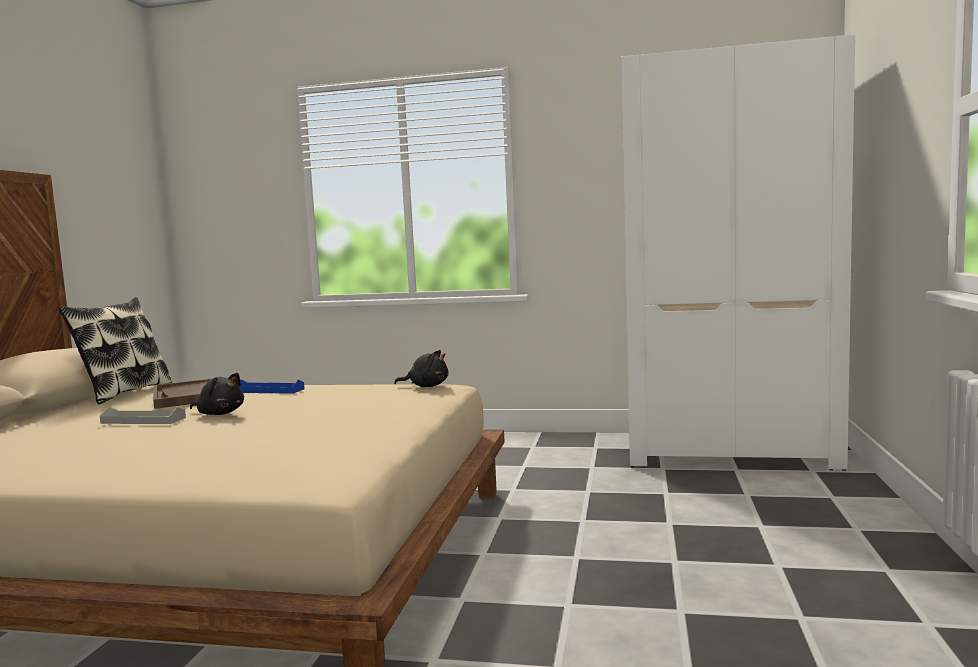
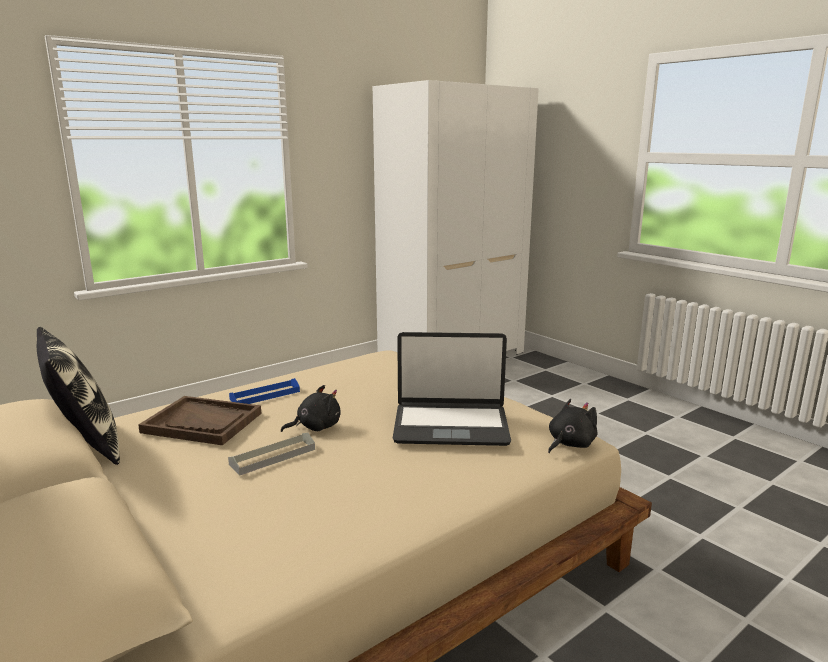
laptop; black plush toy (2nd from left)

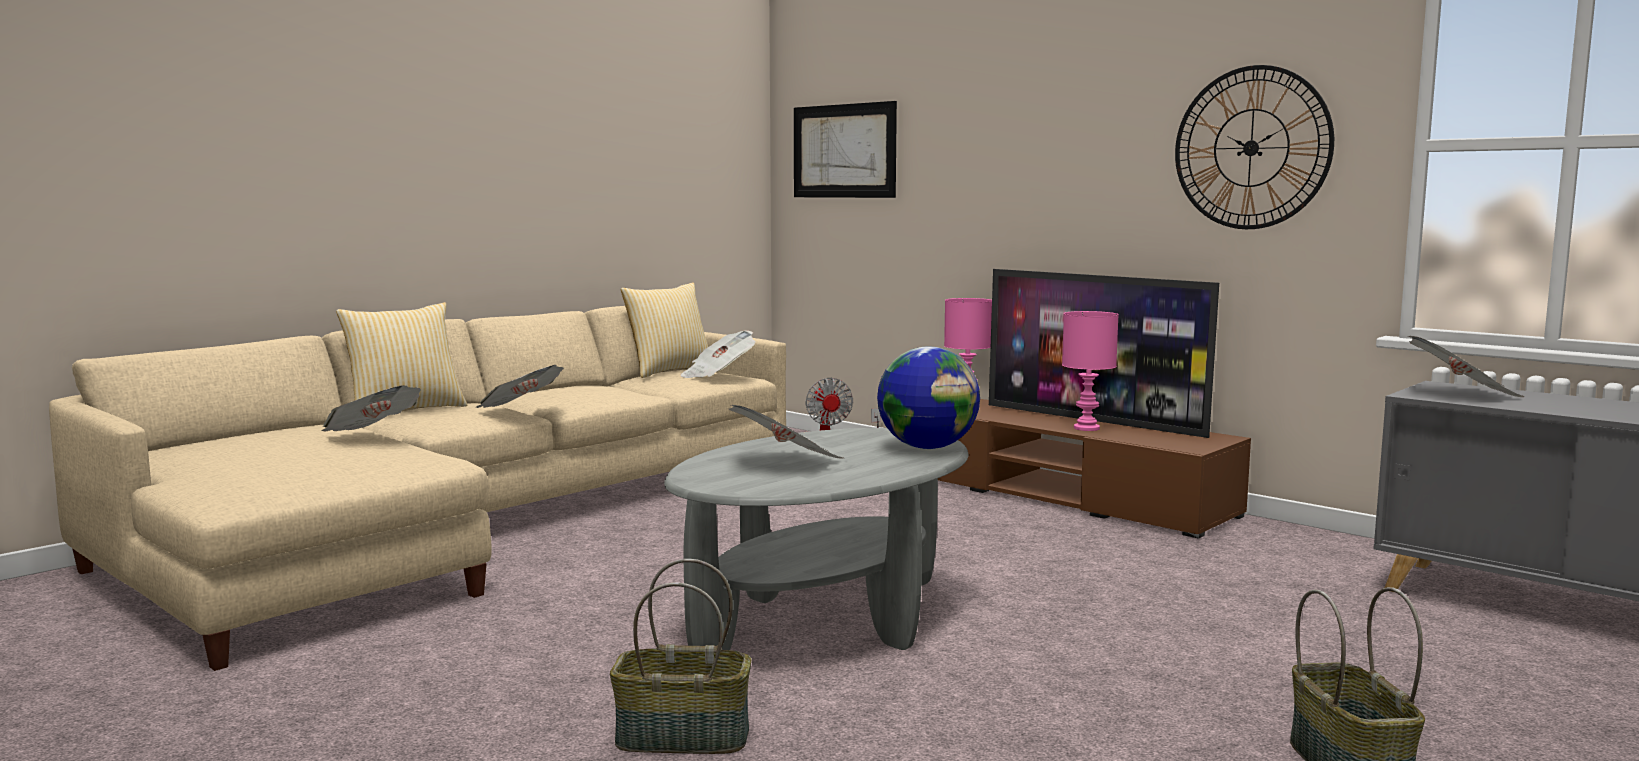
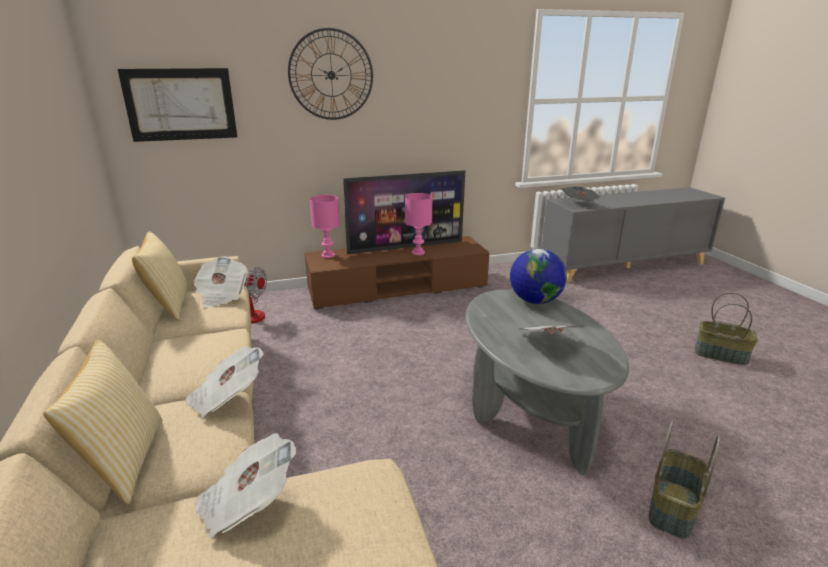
clock on the wall

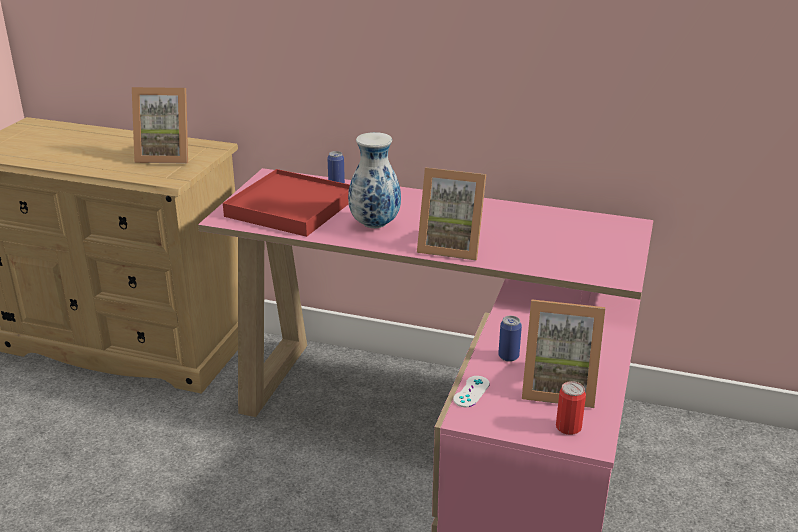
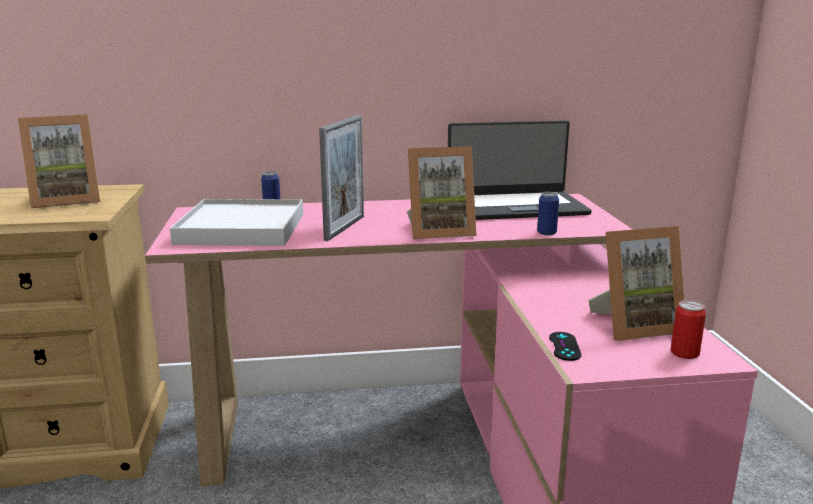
white serving tray; photo frame (2nd from left); laptop; sealed can (2nd from left); black gamepad

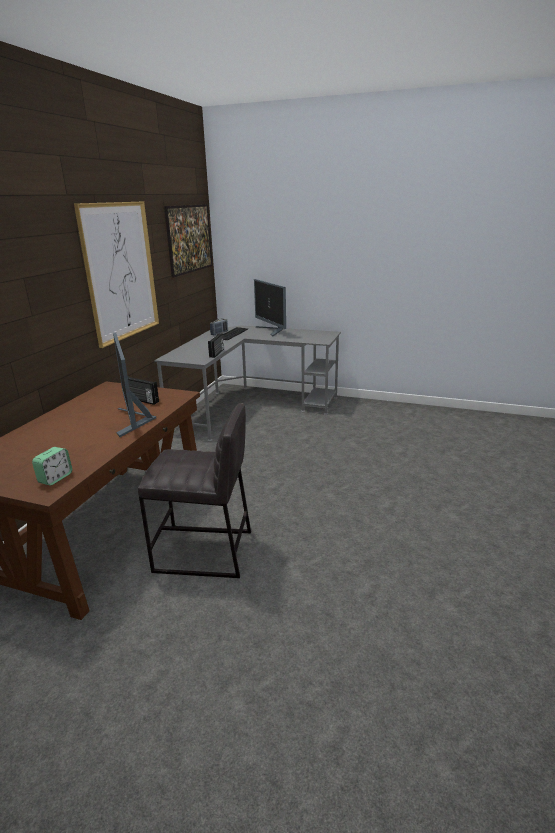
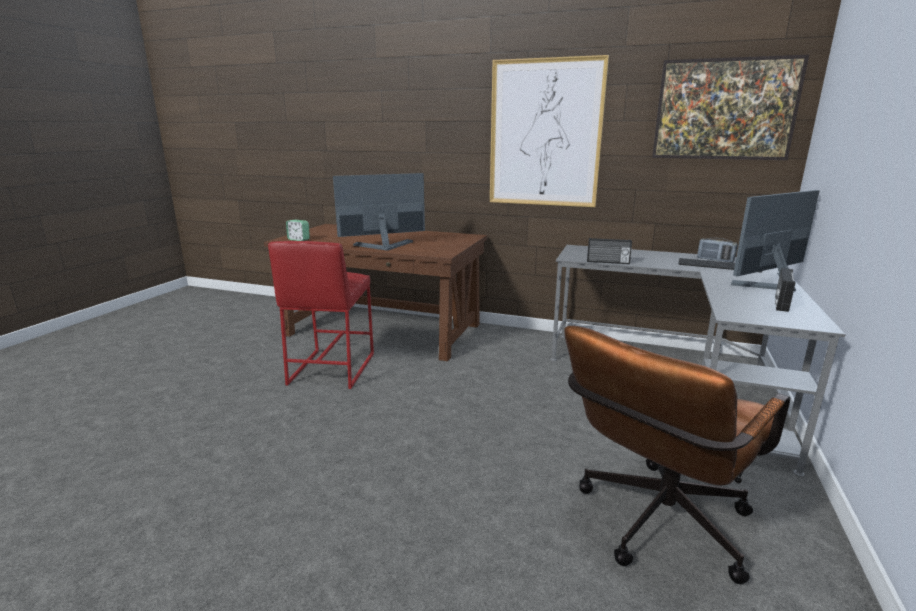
reddish stool; brownish office chair; radio (3rd from left)

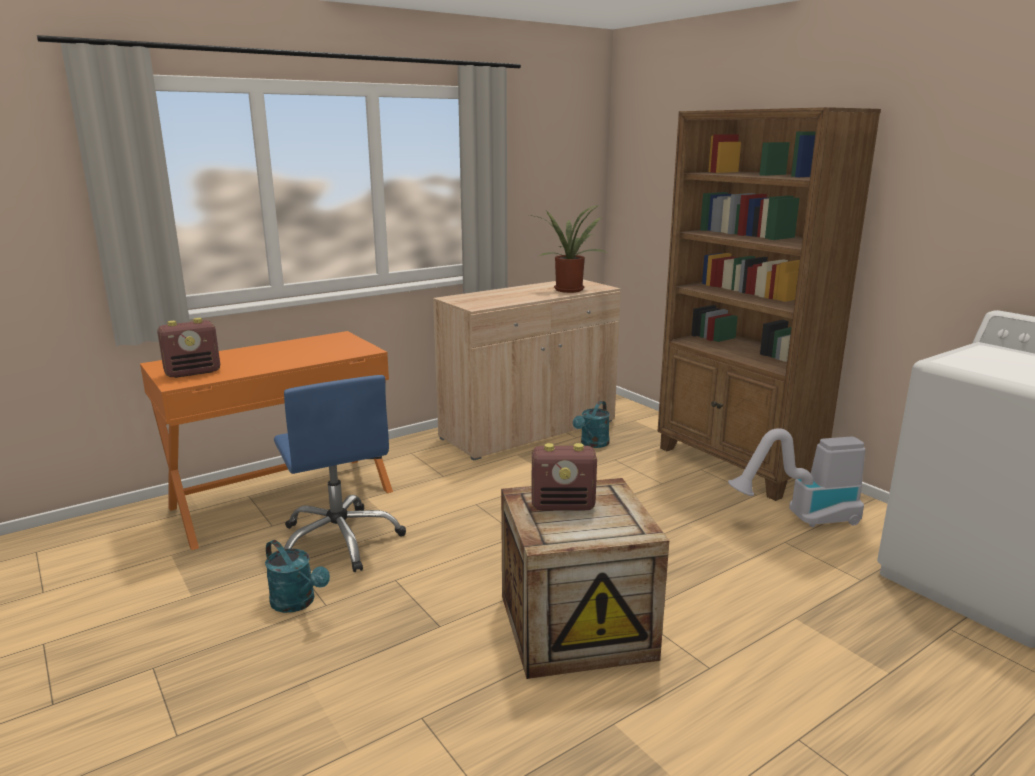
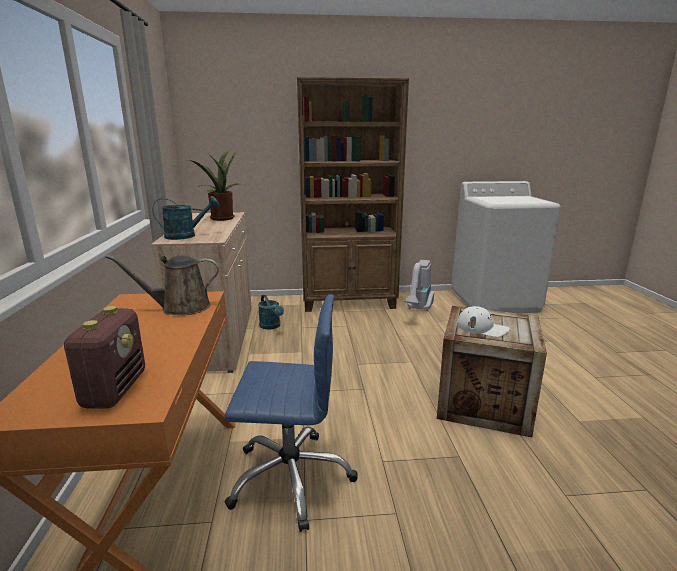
brownish watering can; blue-green watering can (1st from left); white peaked cap

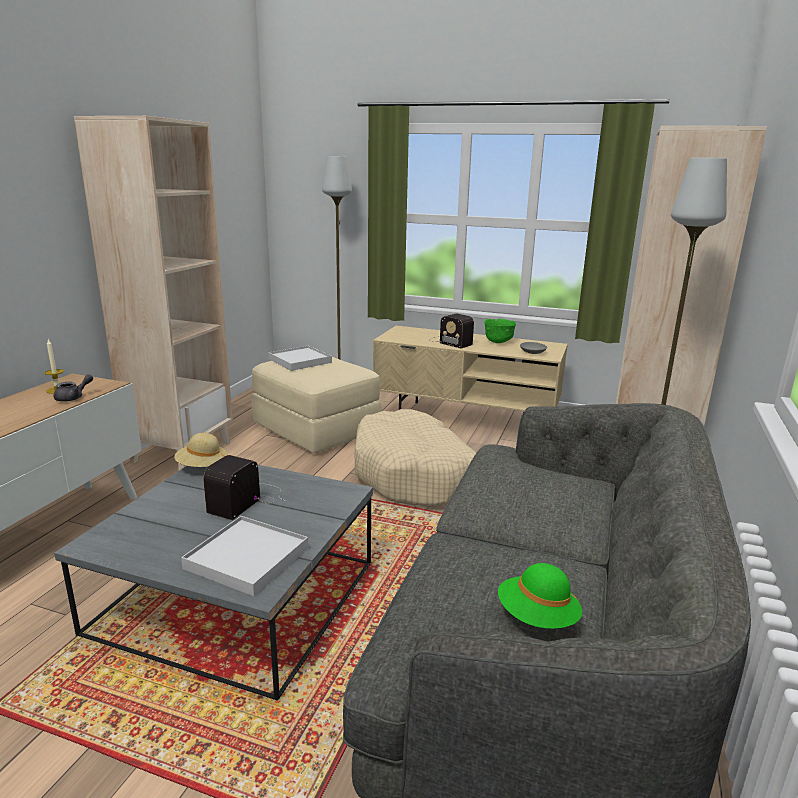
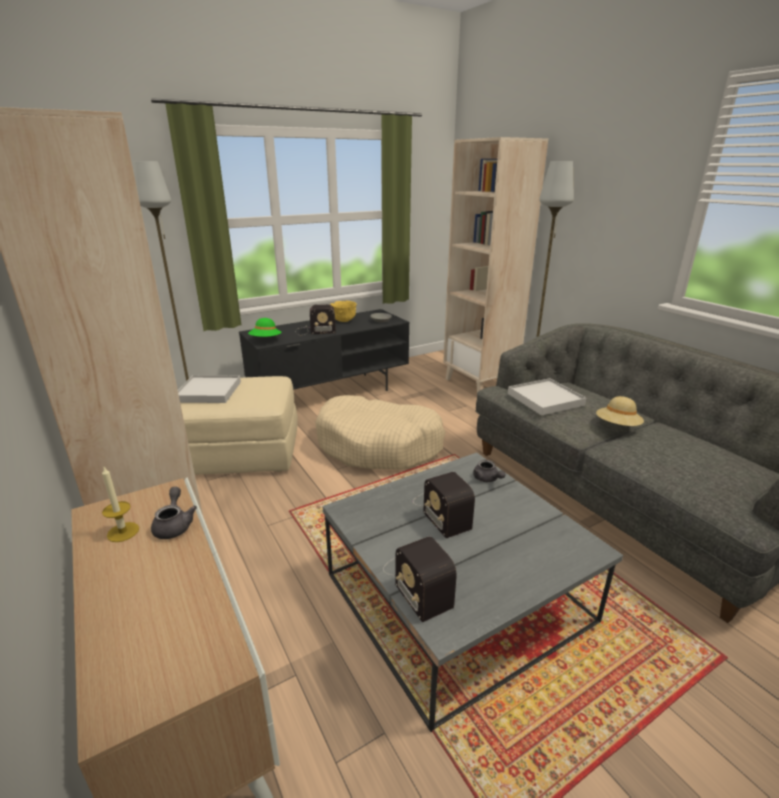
black media console; greenish clothing hat; yellowish serving bowl; radio (2nd from left); grey pot for tea (2nd from left); white serving tray (2nd from left); beige clothing hat

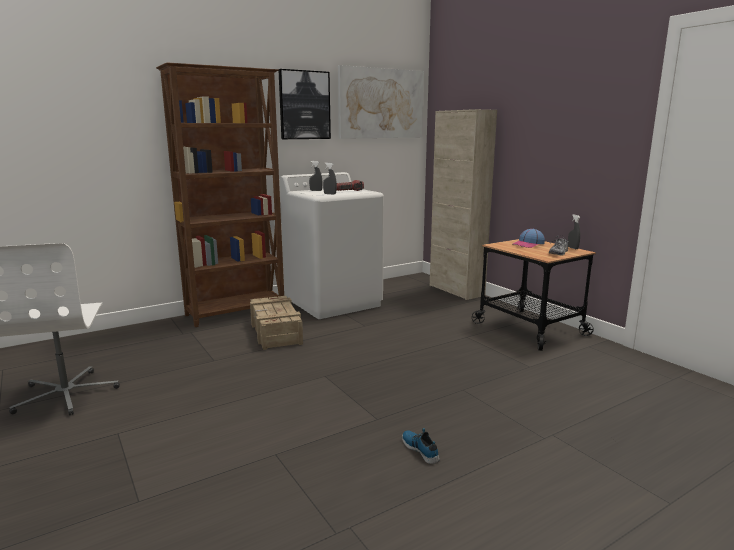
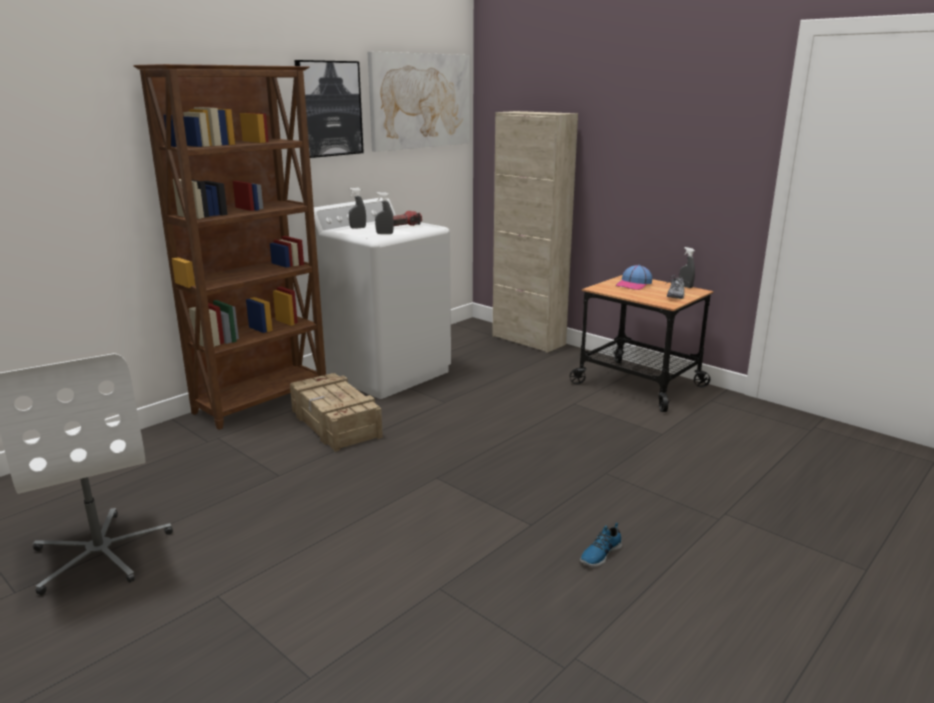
shoe (1st from left)

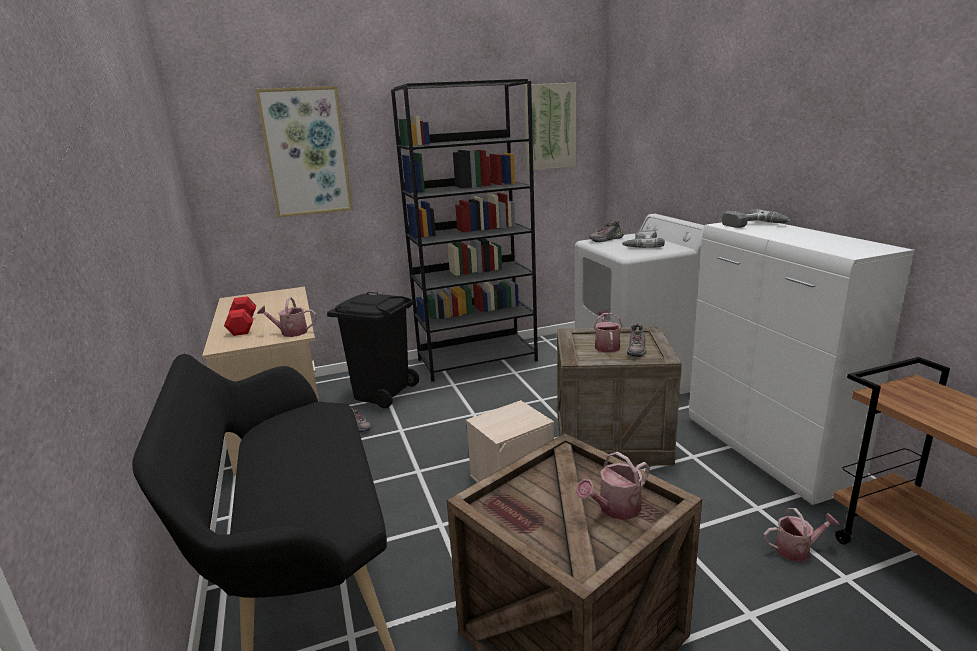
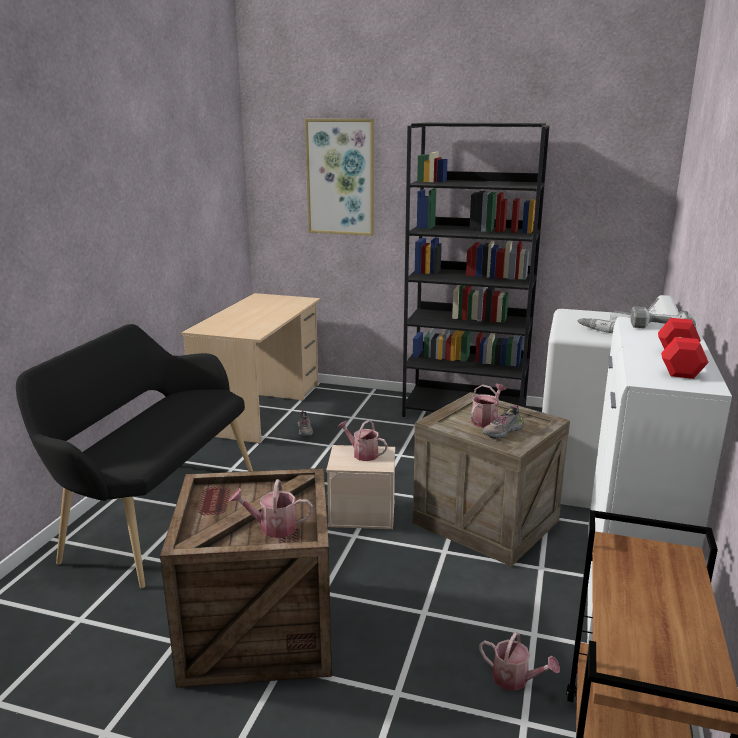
watering can (2nd from left); reddish free weight; black waste bin; wall art (2nd from left in the first image); shoe (2nd from left in the first image)

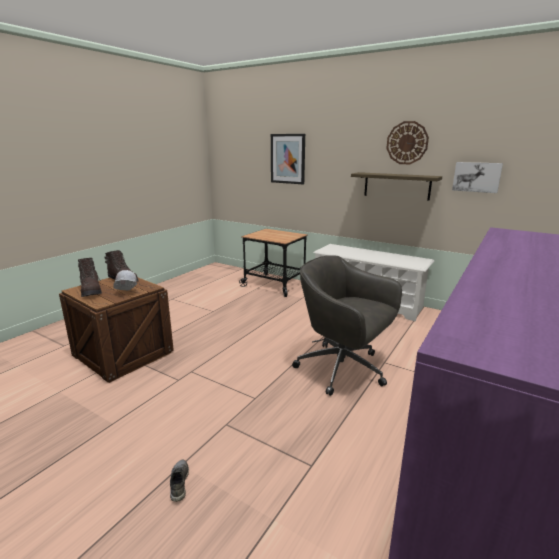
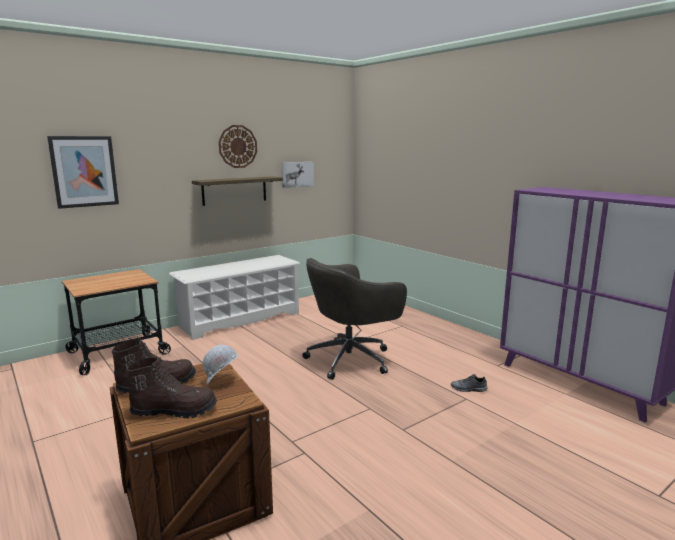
grey shoe

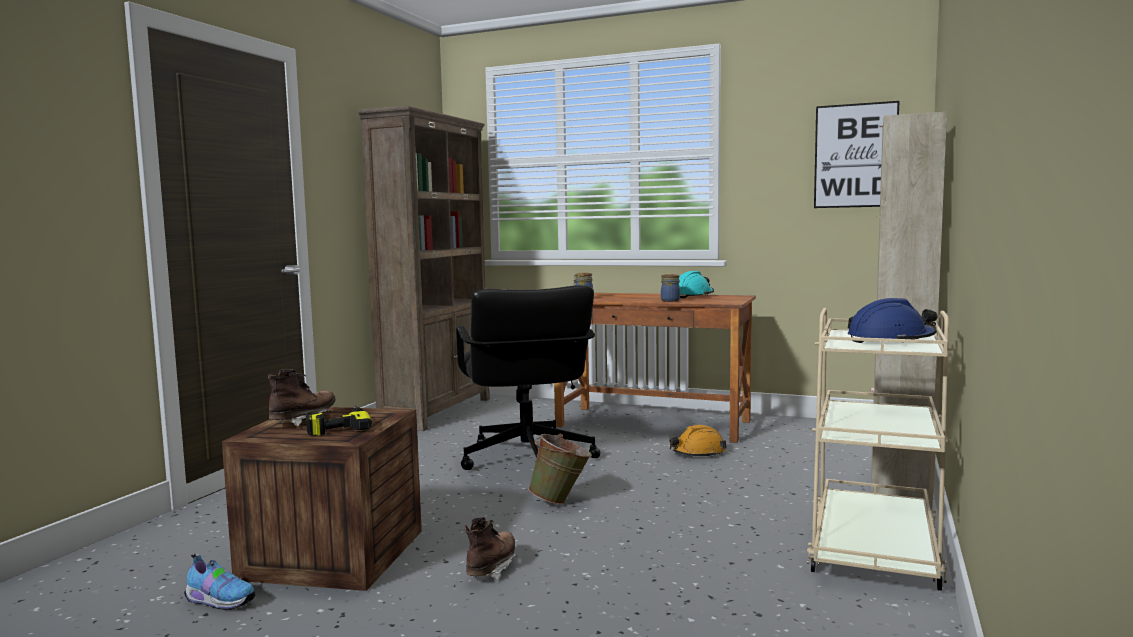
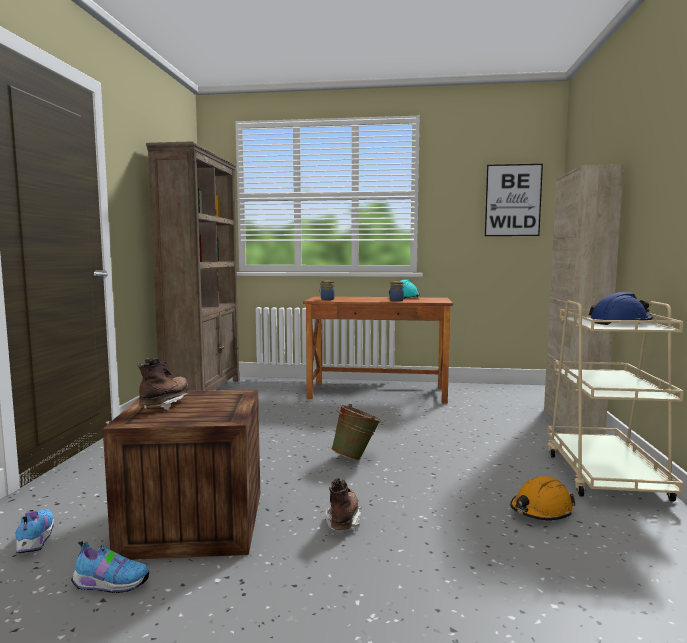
shoe (1st from left); orangey work helmet; drill; black office chair

